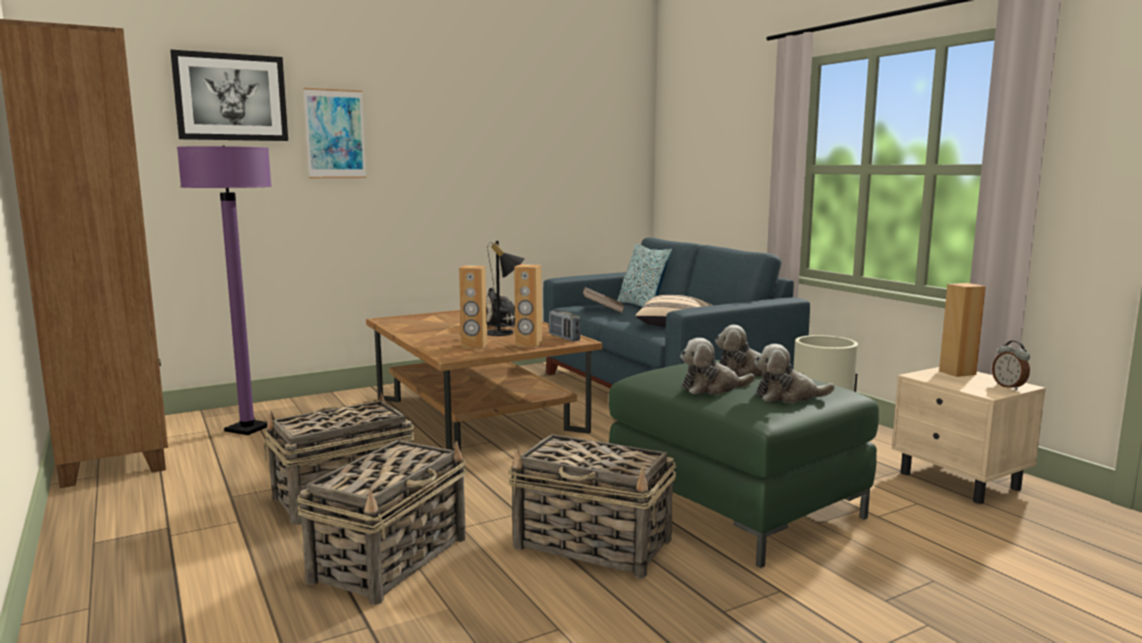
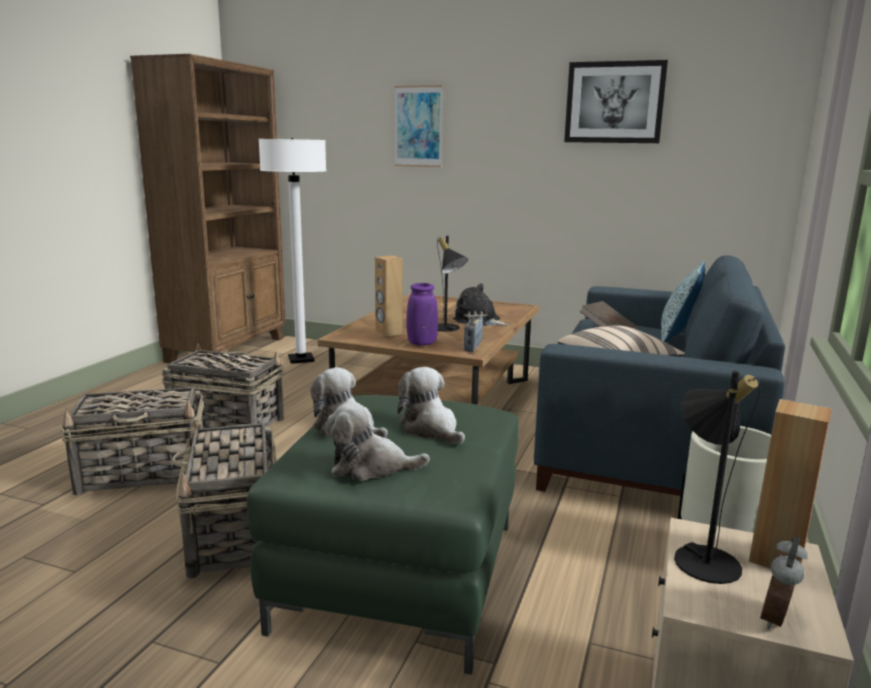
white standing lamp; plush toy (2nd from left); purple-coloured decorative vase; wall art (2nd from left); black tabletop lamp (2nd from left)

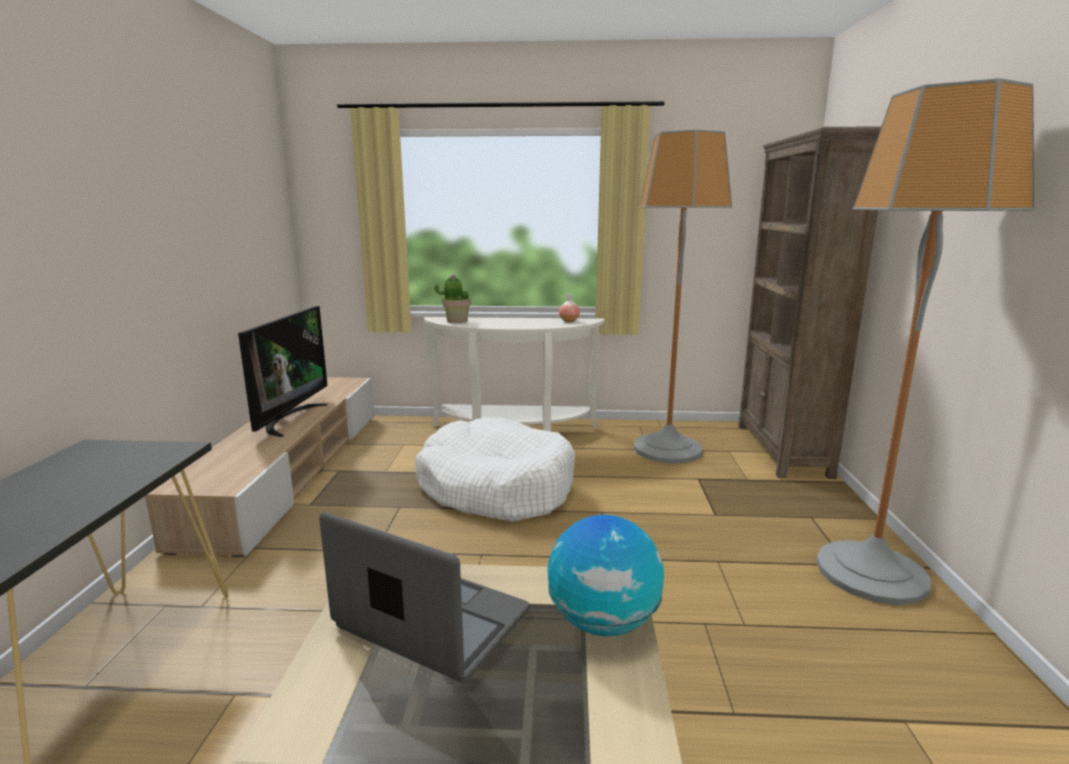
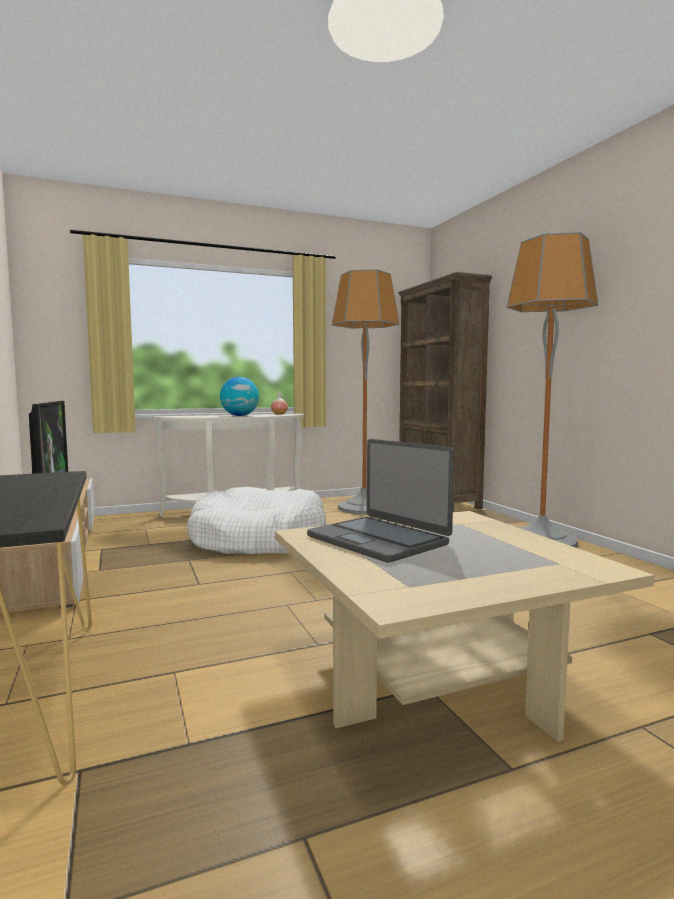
globe; laptop; plant in a pot

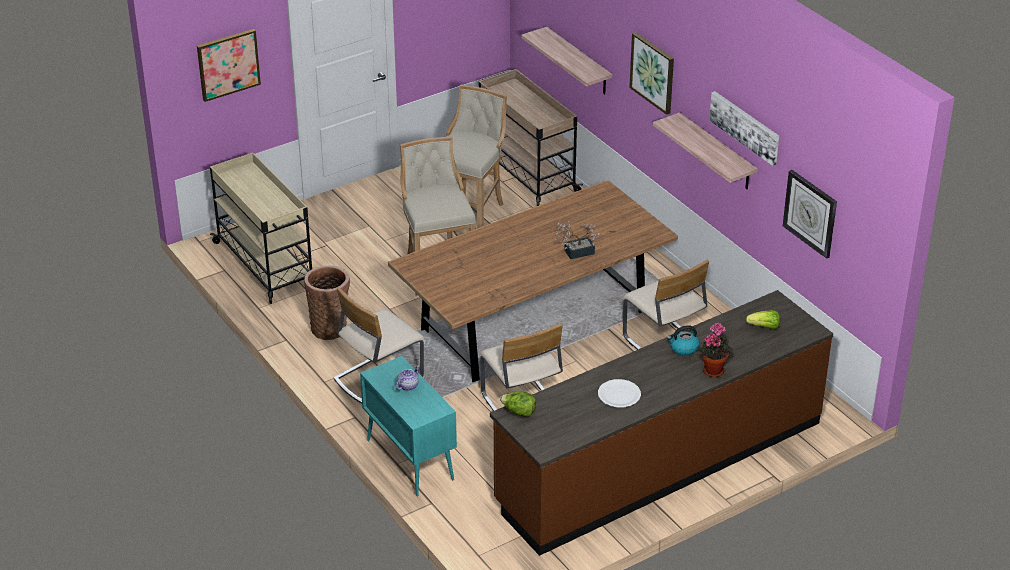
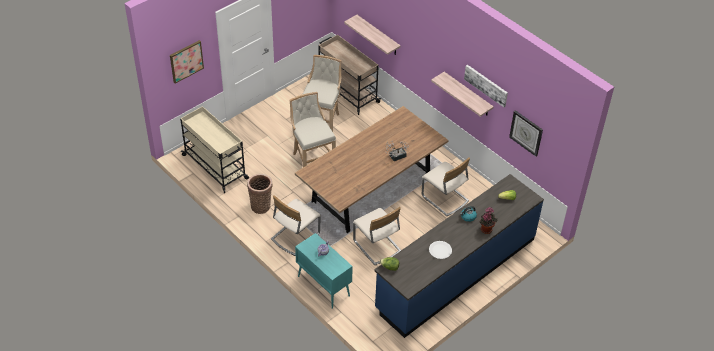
bluish counter; wall art (2nd from left in the first image)

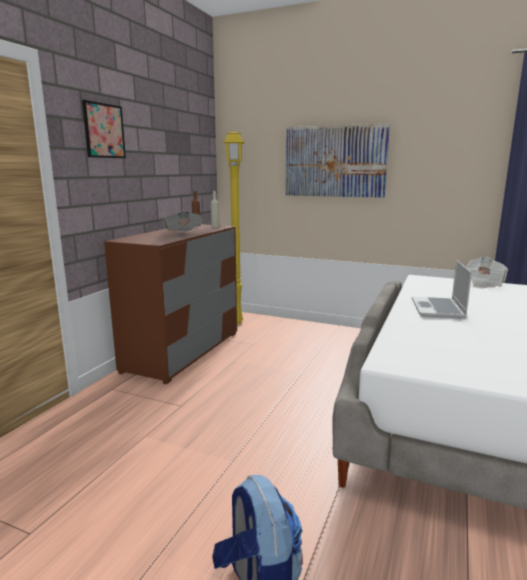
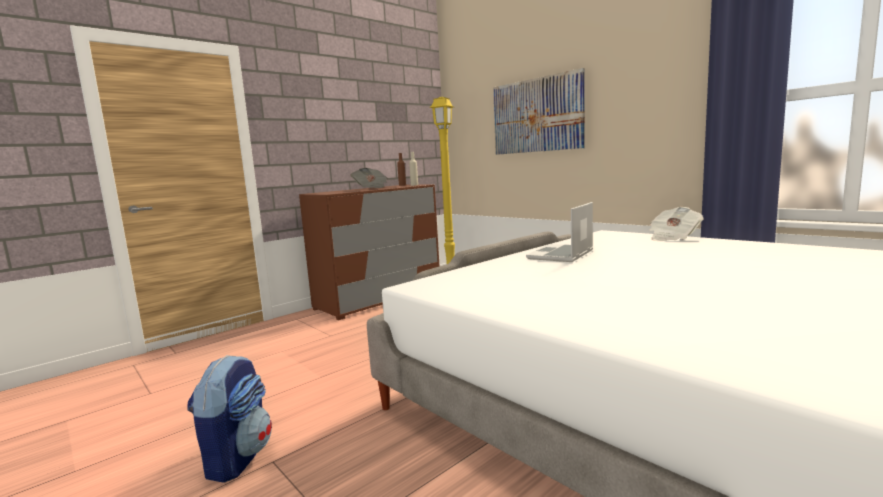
wall art (1st from left in the first image)

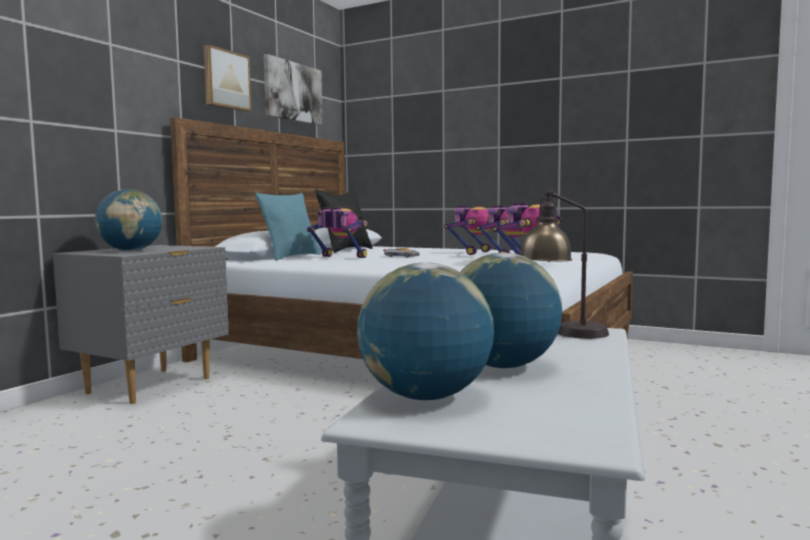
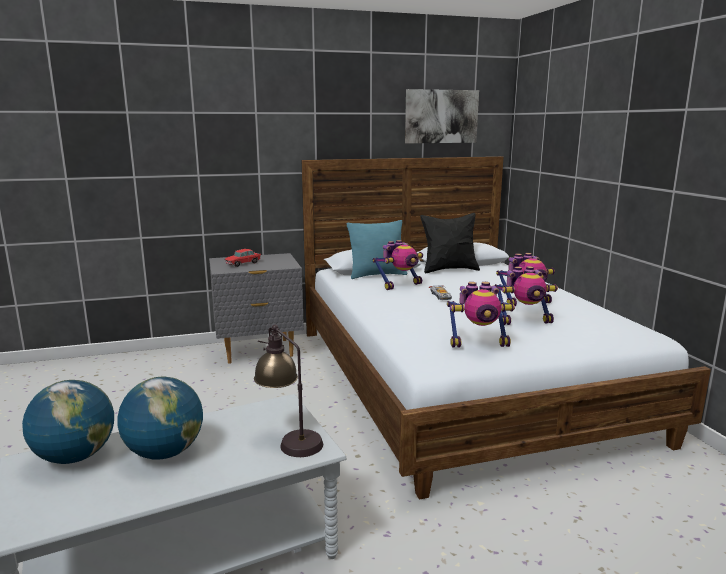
toy car (1st from left); toy robot (1st from left); wall art (1st from left in the first image)

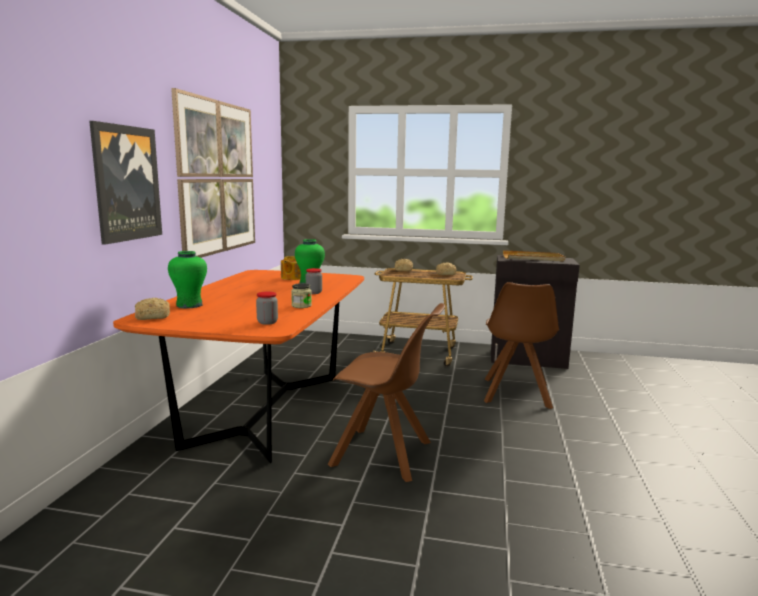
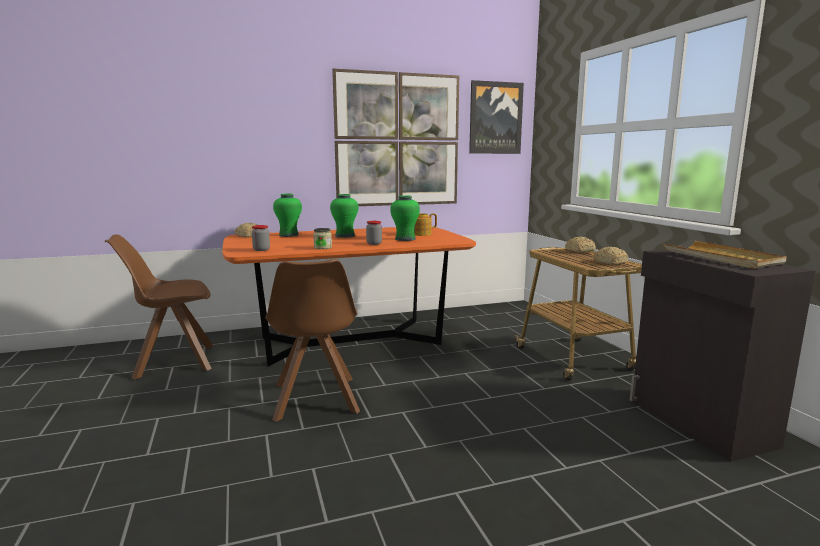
brownish plain chair (1st from left); greenish decorative vase (2nd from left); wall art (2nd from left)

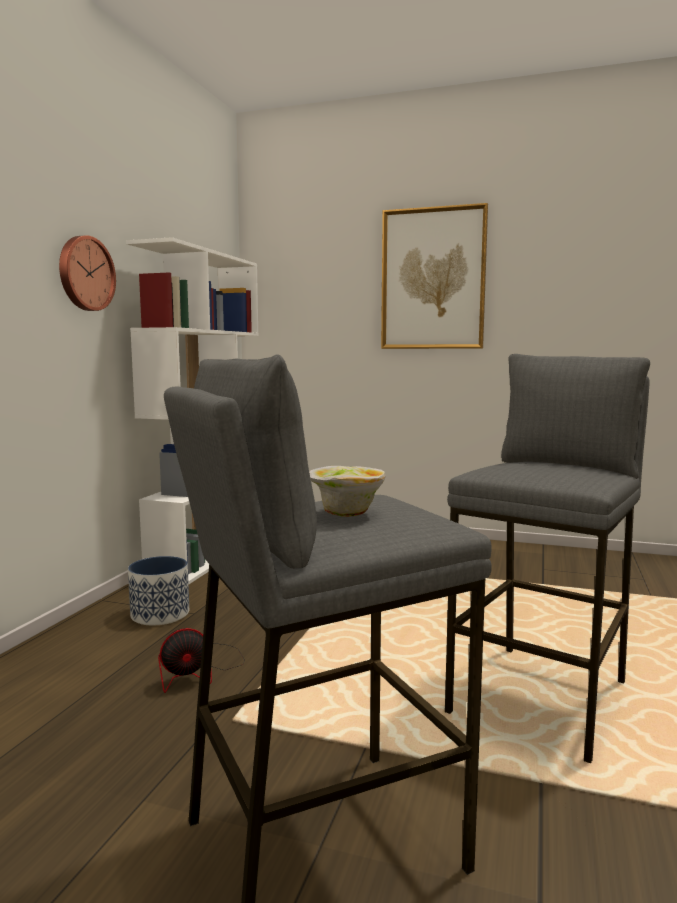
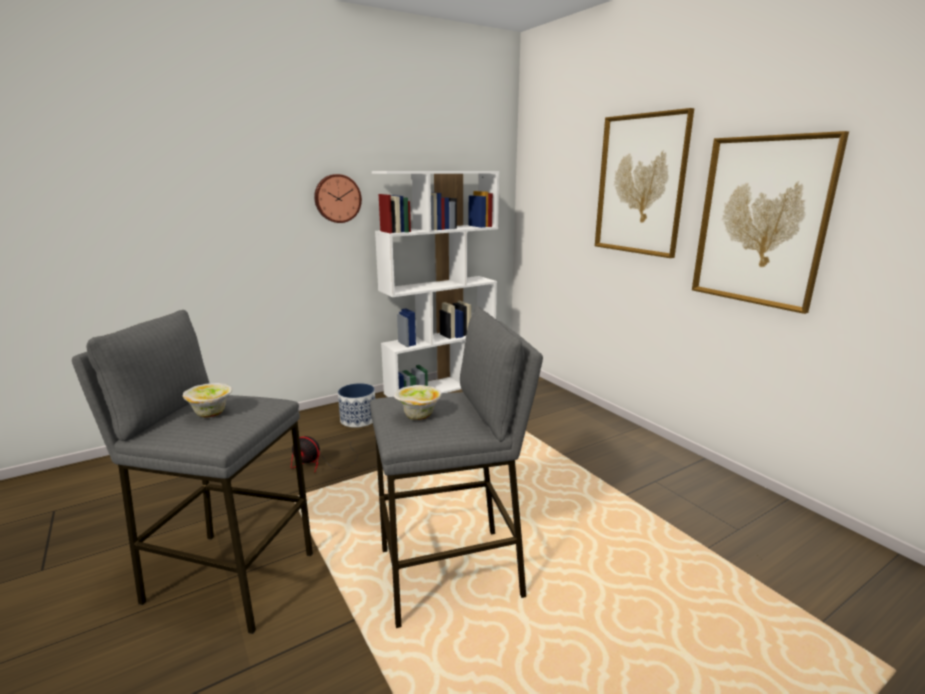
serving bowl (2nd from left); wall art (2nd from left)

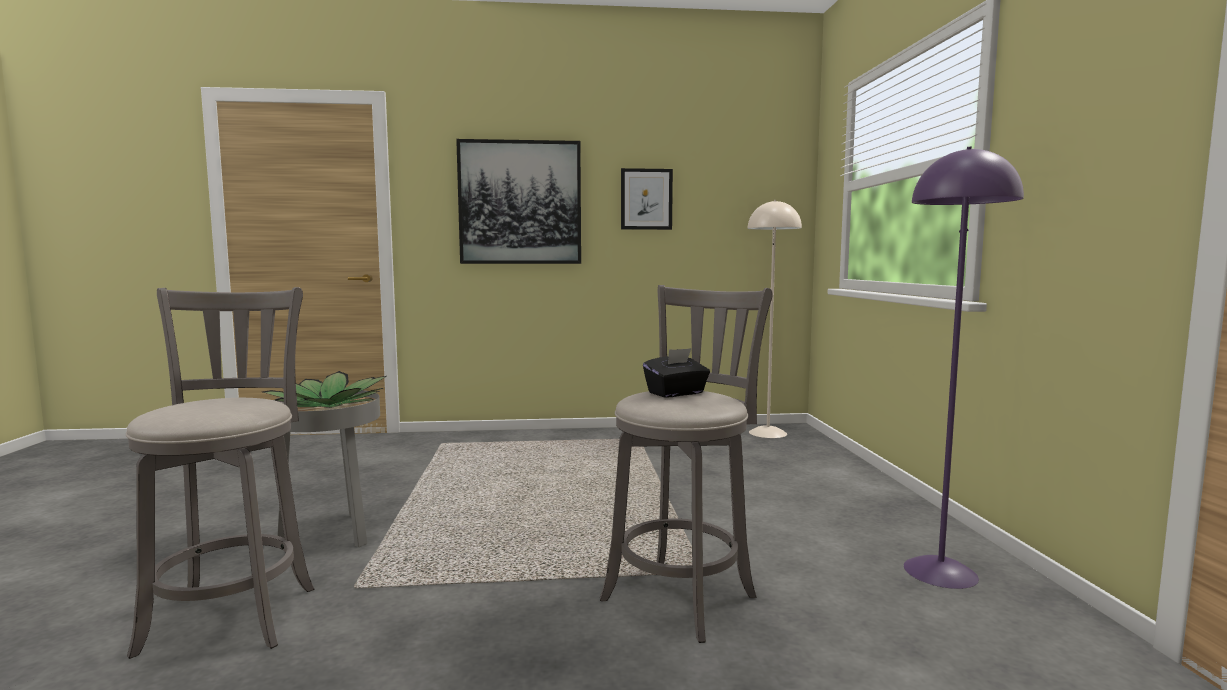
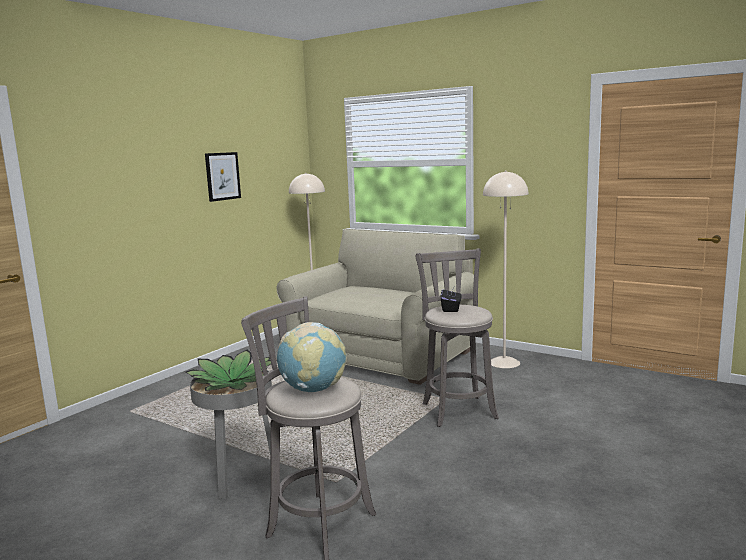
beige sofa; globe; beige standing lamp (2nd from left); wall art (1st from left in the first image)

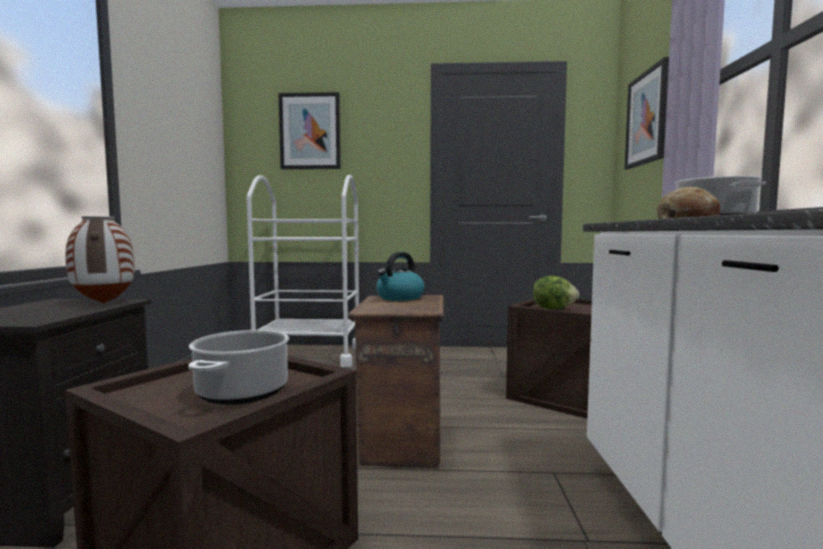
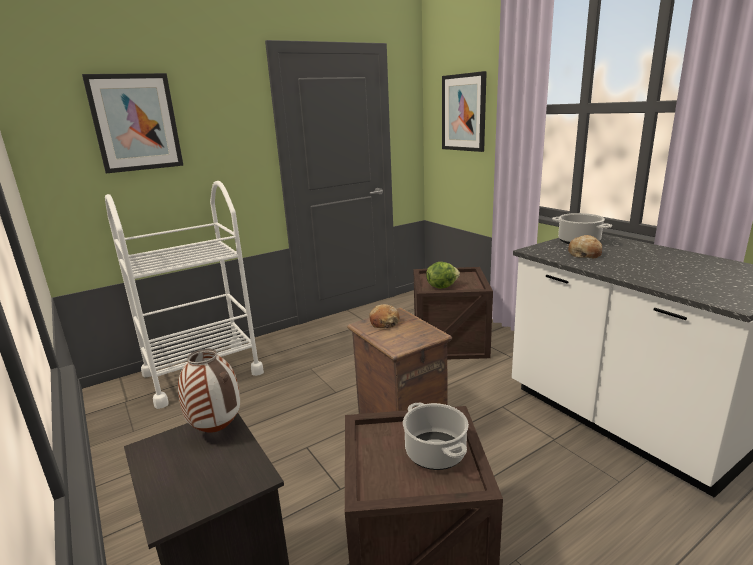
bread (1st from left)

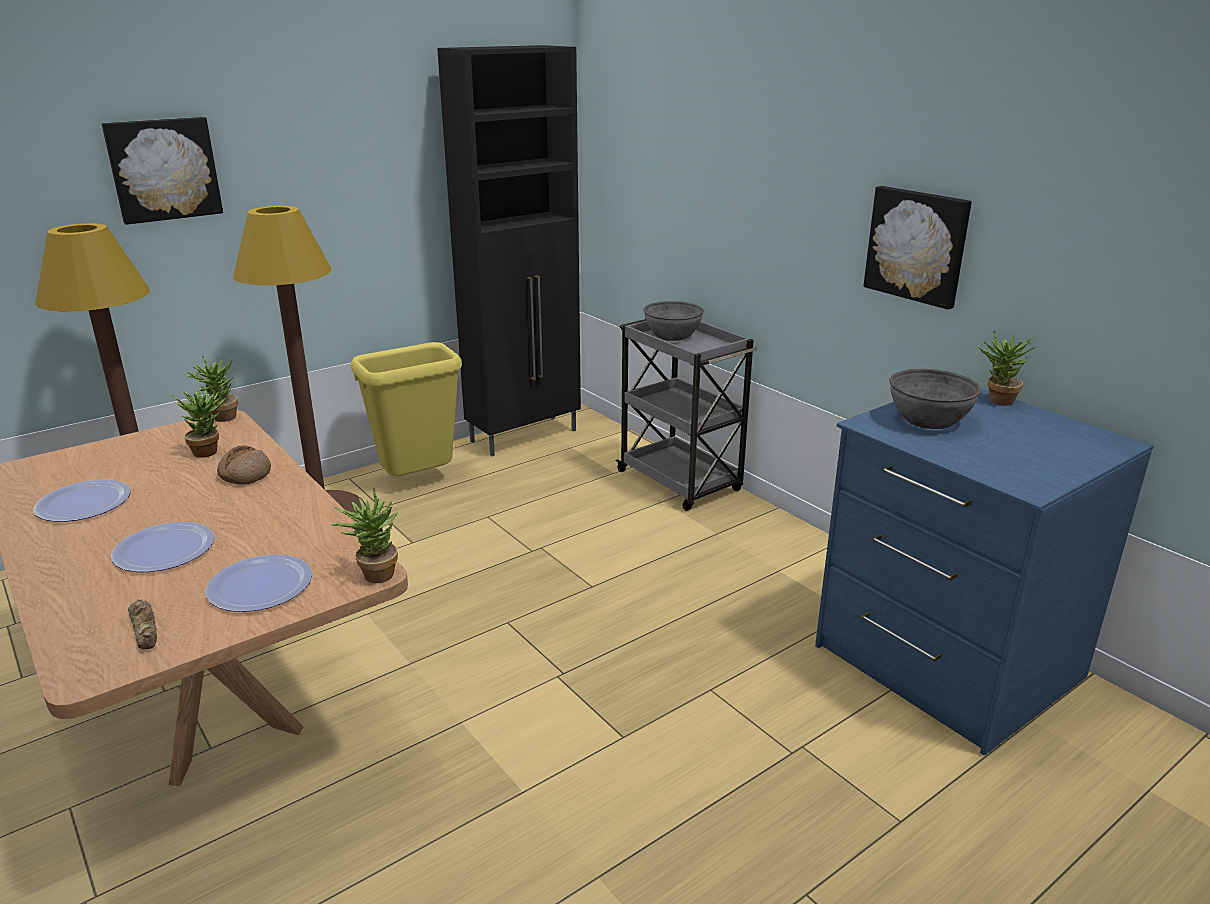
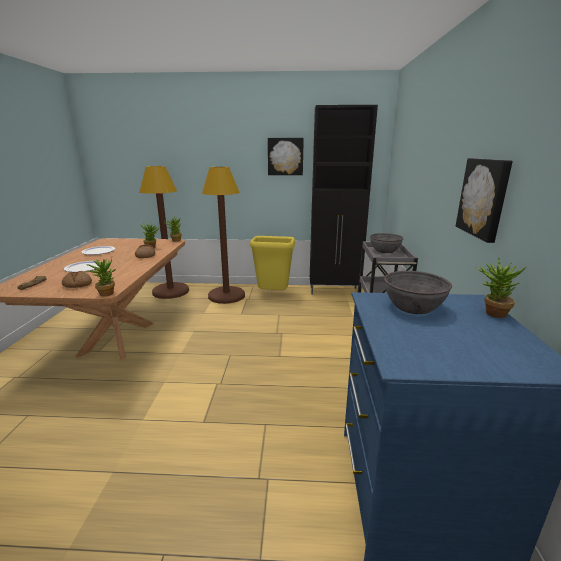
bread (2nd from left); wall art (1st from left)

